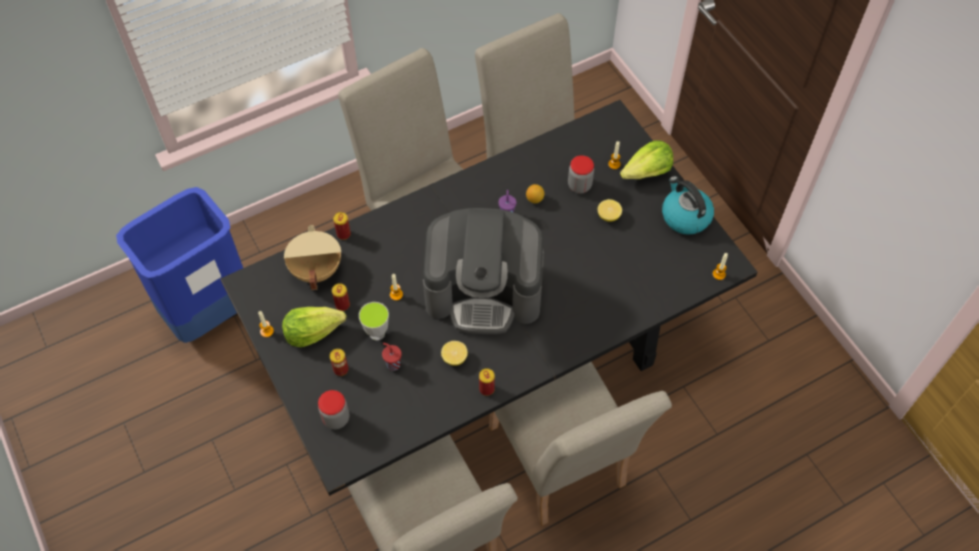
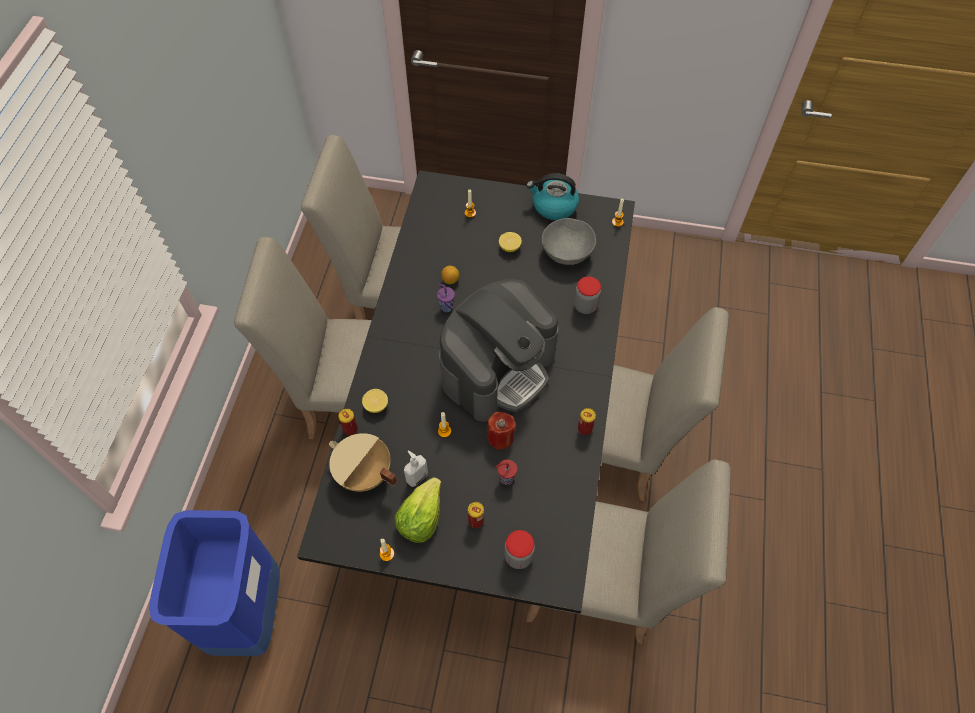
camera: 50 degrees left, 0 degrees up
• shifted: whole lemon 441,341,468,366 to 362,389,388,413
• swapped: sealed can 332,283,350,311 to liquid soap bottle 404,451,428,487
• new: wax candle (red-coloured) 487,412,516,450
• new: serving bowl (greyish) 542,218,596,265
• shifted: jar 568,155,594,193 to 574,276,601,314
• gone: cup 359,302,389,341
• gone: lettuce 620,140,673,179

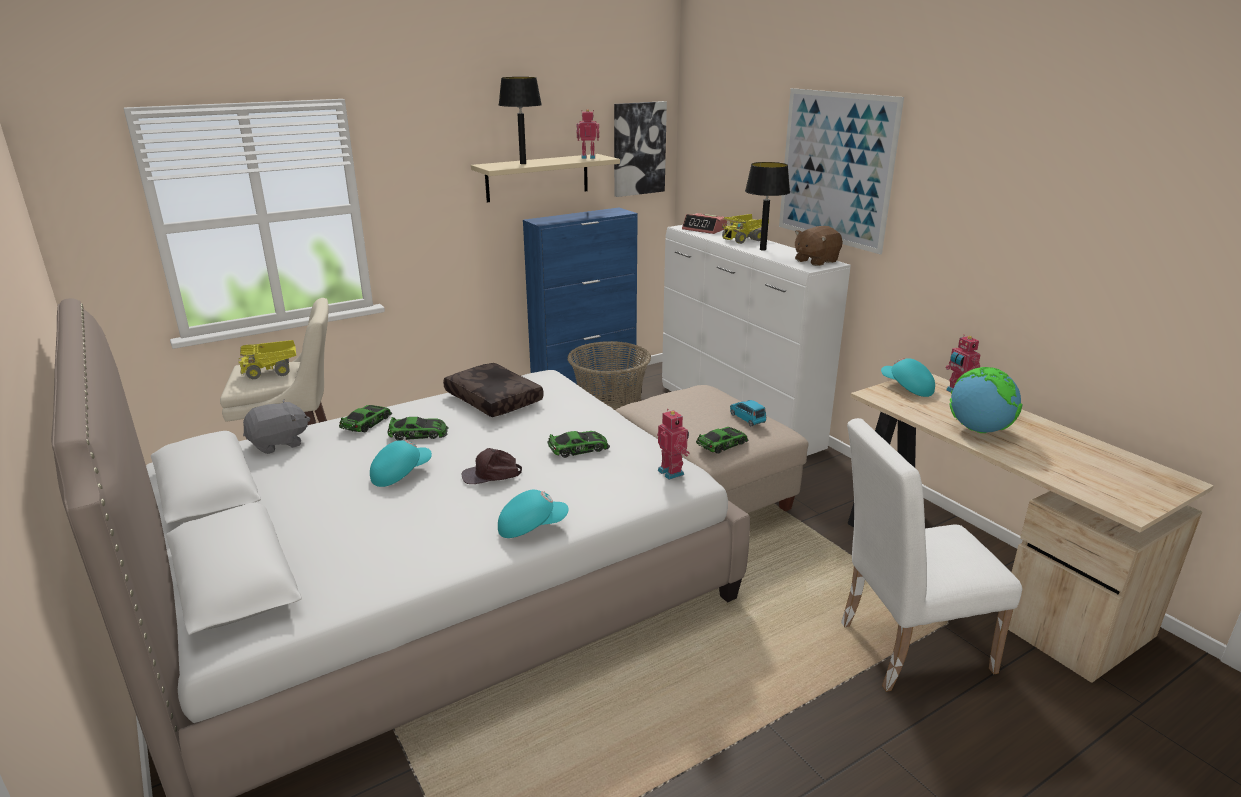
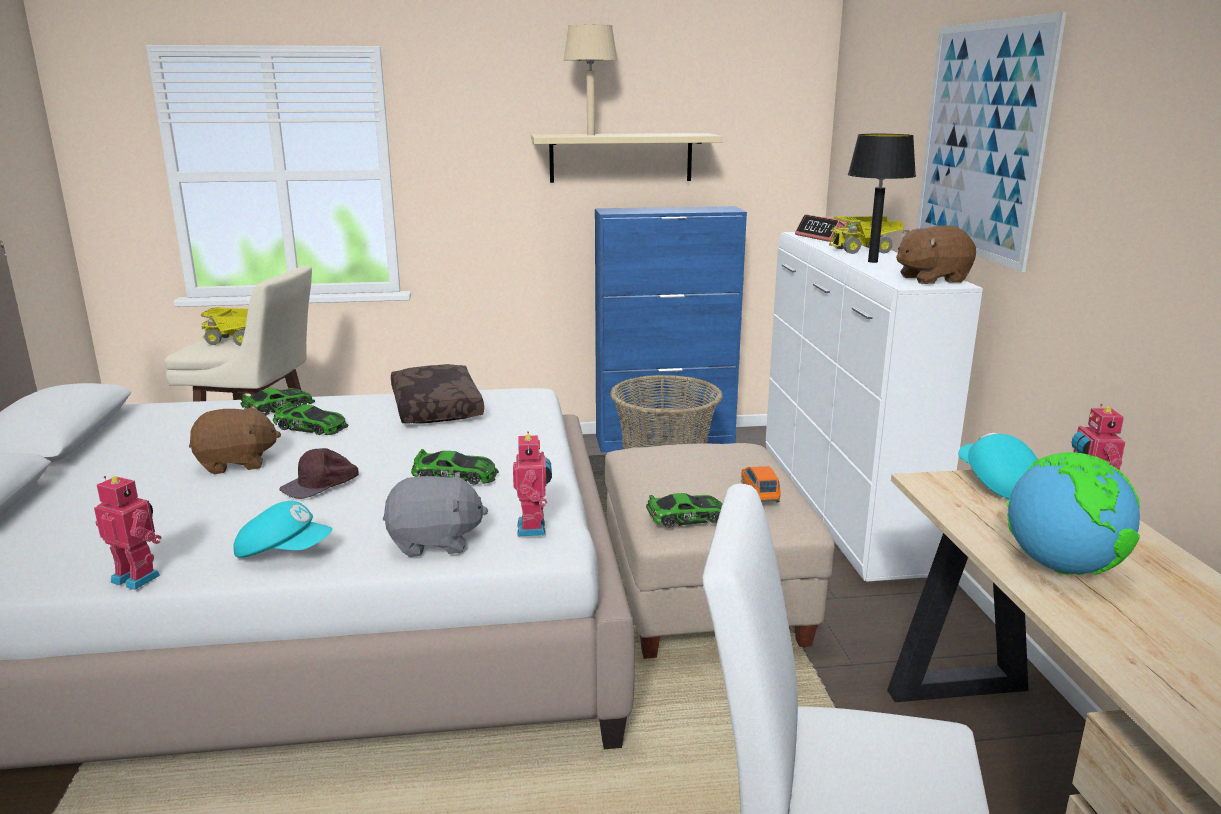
camera: 25 degrees right, 5 degrees down
• shifted: robot figure 576,109,599,159 to 94,476,162,590
• swapped: baseball cap (turquoise-coloured) 370,440,432,487 to plush toy (brown) 189,406,281,474
• rotated: baseball cap (brown) 461,448,522,484 = 279,448,359,499 60 degrees counterclockwise
• shifted: plush toy (greyish) 243,399,310,454 to 383,472,488,557
• repainted: table lamp (blackish) 499,77,542,164 to table lamp (sand-coloured) 563,24,618,135
• repainted: toy car (blue) 730,400,766,426 to toy car (orange-coloured) 741,466,781,502
• gone: picture 614,101,667,197

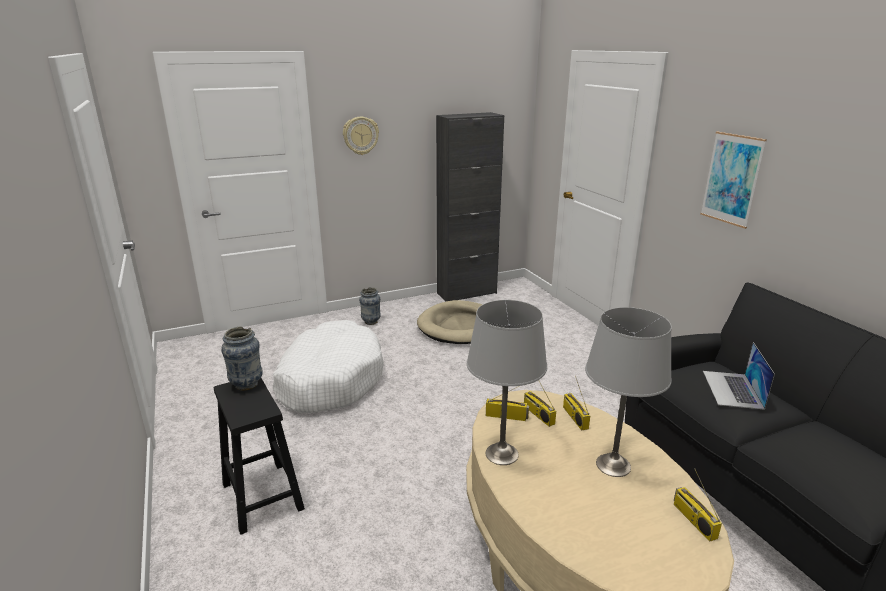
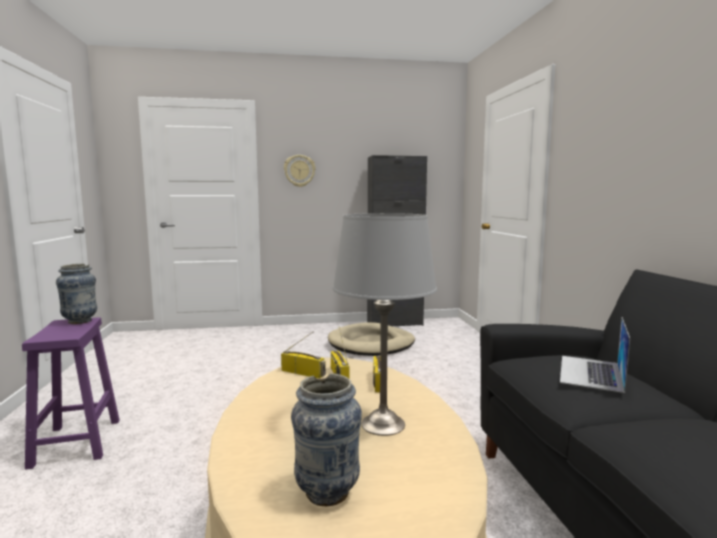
camera: 15 degrees right, 15 degrees down
• repainted: stool seat (blackish) 214,378,305,535 to stool seat (purple) 22,317,120,470
• shifted: flower vase 359,287,381,325 to 291,374,362,506
• gone: dog cushion (whitish) 272,320,384,413
• gone: table lamp (greyish) 467,300,547,465
• gone: radio 674,468,722,542
• gone: picture 700,131,767,229

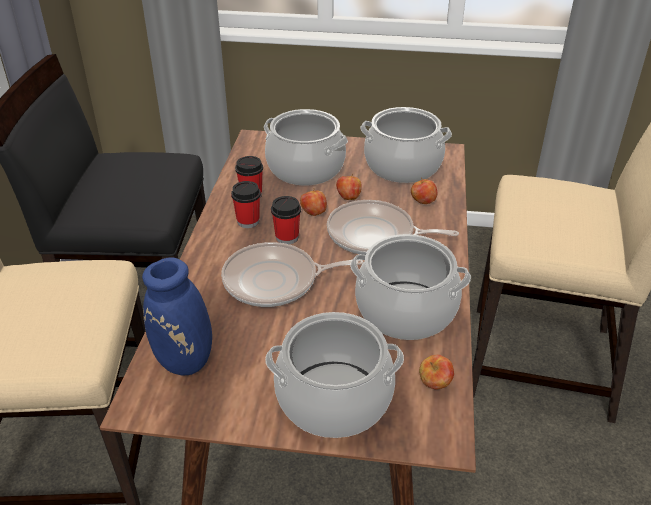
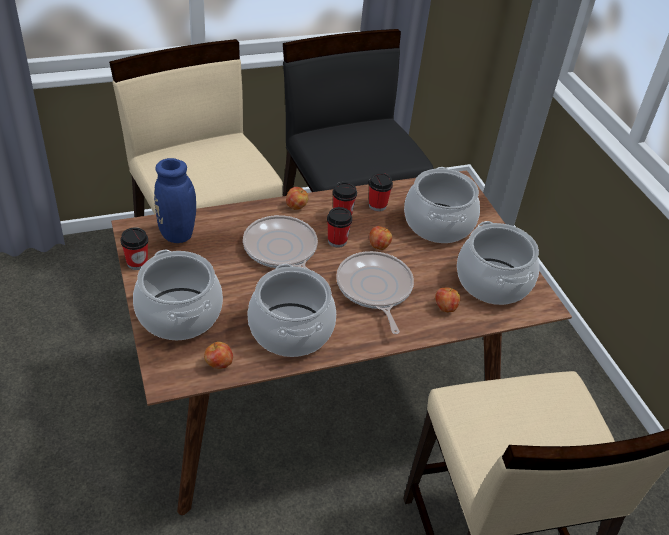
camera: 60 degrees right, 5 degrees up
• new: cup 120,227,148,270
• shifted: whole apple 336,173,362,200 to 286,187,308,210

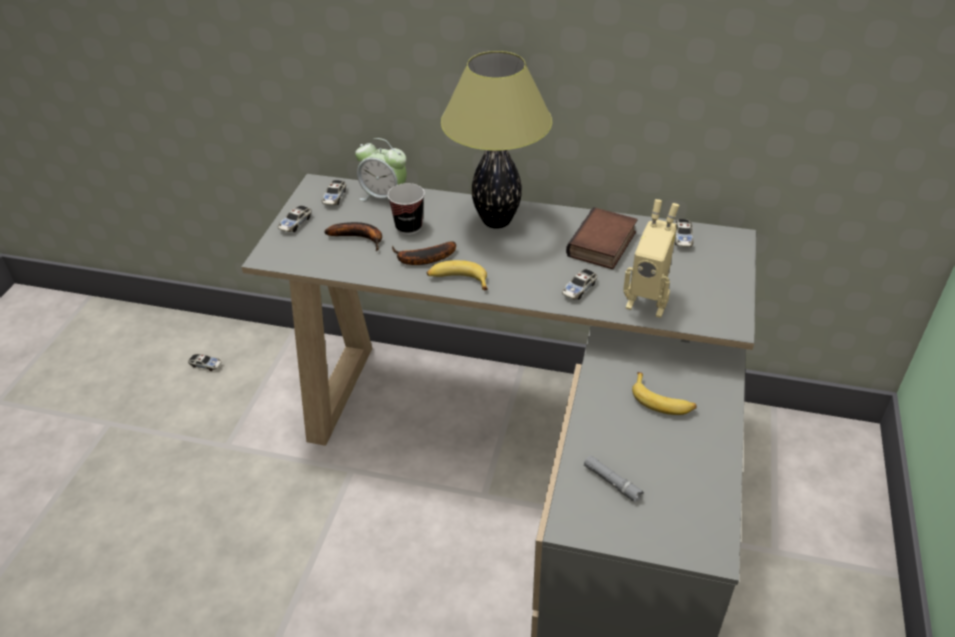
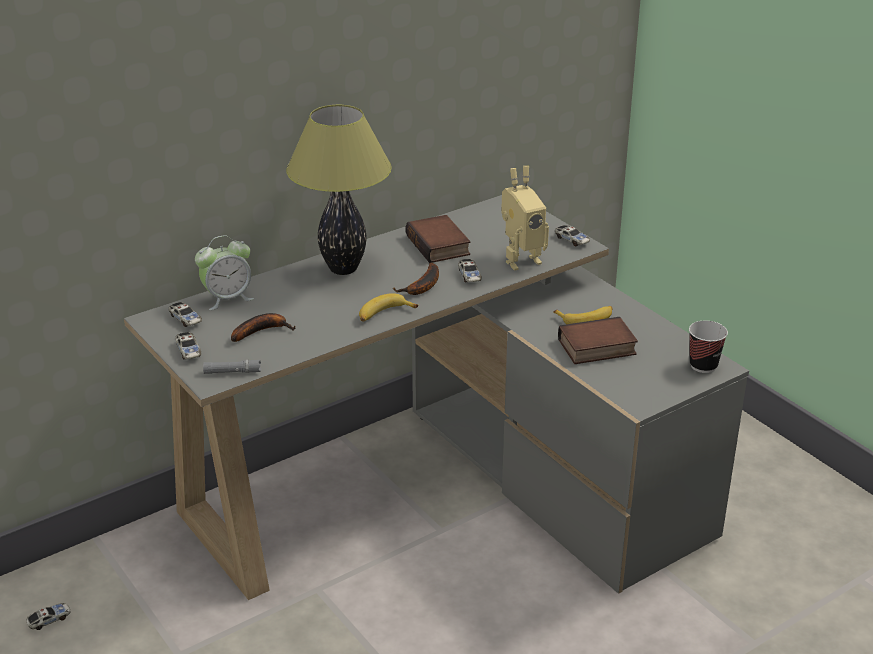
camera: 50 degrees left, 10 degrees down
• shifted: torch (greyish) 584,455,644,503 to 203,360,261,374
• shifted: banana fruit 392,241,456,265 to 393,263,439,295
• shifted: toy car 674,219,694,247 to 555,225,590,246
• new: bound book 558,317,638,364
• shifted: cup 387,183,425,235 to 689,321,728,373

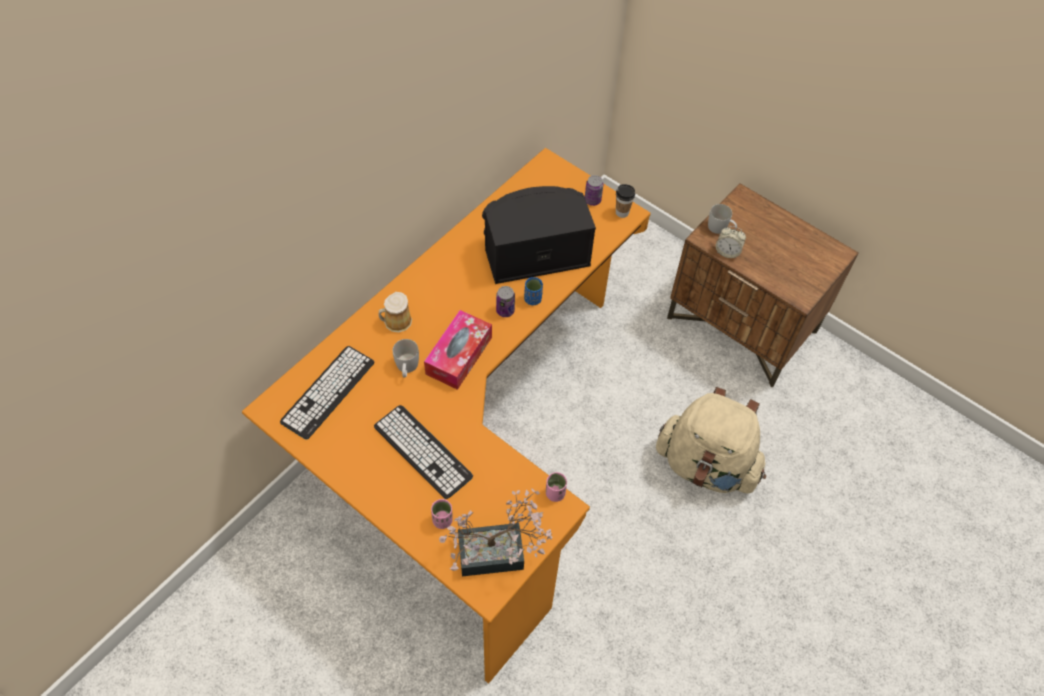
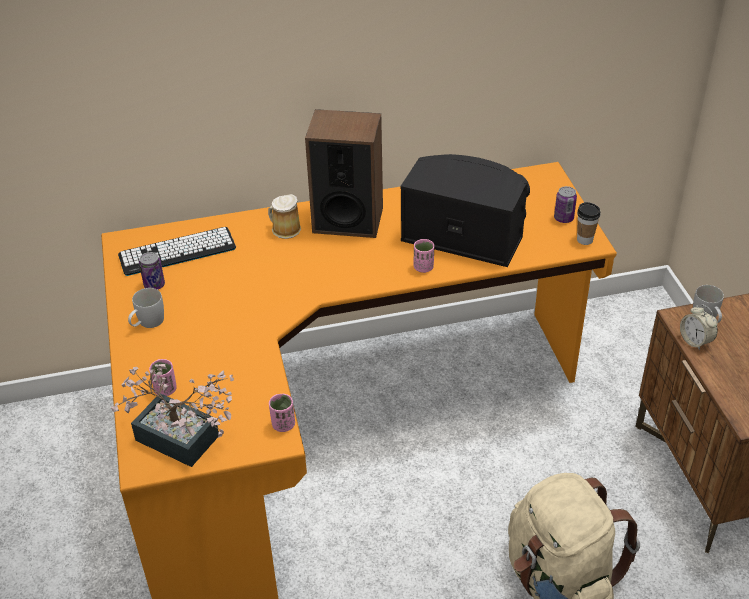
camera: 40 degrees right, 15 degrees down
• shifted: coffee mug (whitish) 393,339,419,377 to 128,288,164,328
• shifted: sealed can 496,286,515,317 to 139,252,165,290
• new: speaker 305,109,383,238
• repainted: cup (blue) 524,277,543,305 to cup (pink-coloured) 414,239,434,273
• gone: keyboard 374,405,473,499
• gone: box of tissues 424,310,492,390

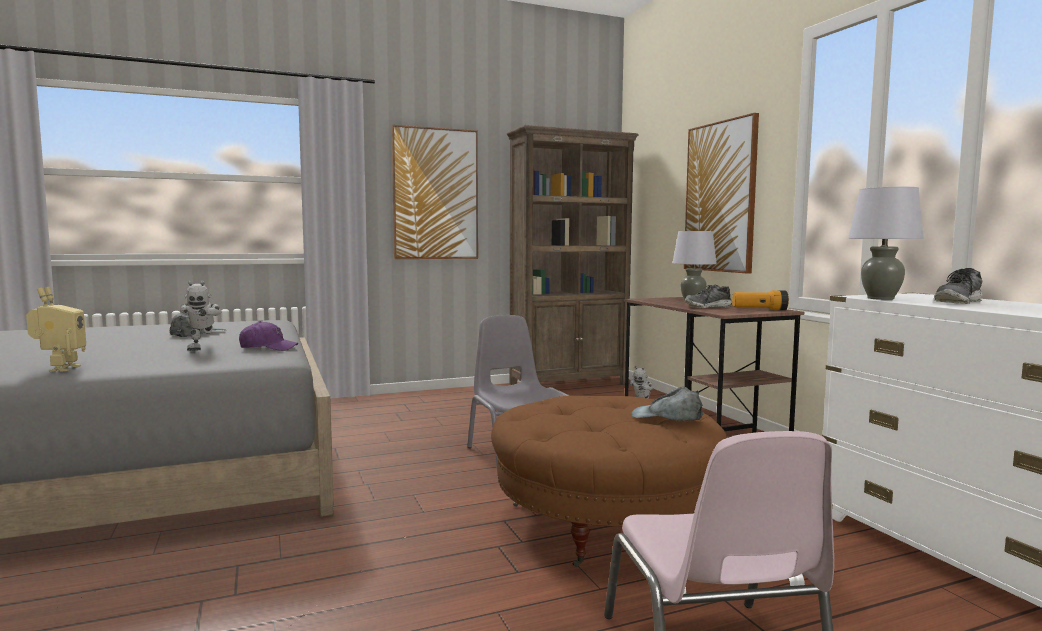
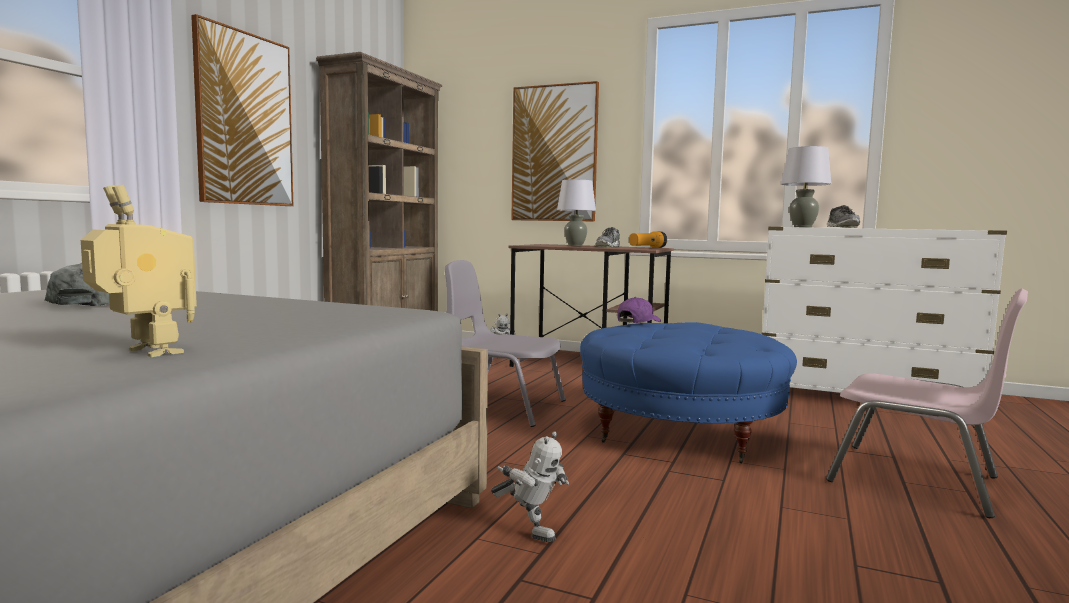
camera: 45 degrees left, 0 degrees up
• shifted: robot figure 180,281,222,351 to 491,432,569,542
• repainted: ottoman (brown) 491,396,727,567 to ottoman (blue) 580,322,797,463
• shifted: baseball cap (purple) 239,321,298,351 to 617,297,661,323
• gone: baseball cap (greyish) 631,387,703,421

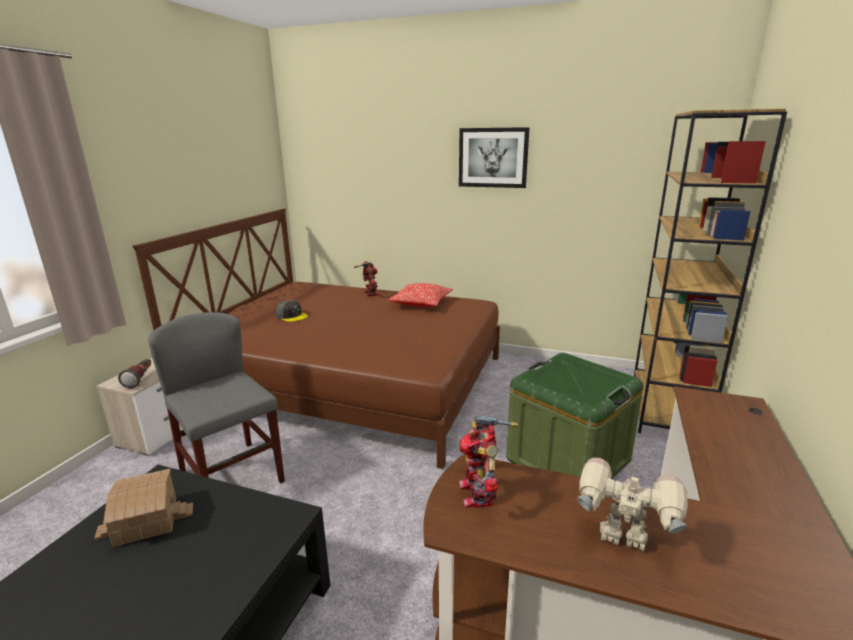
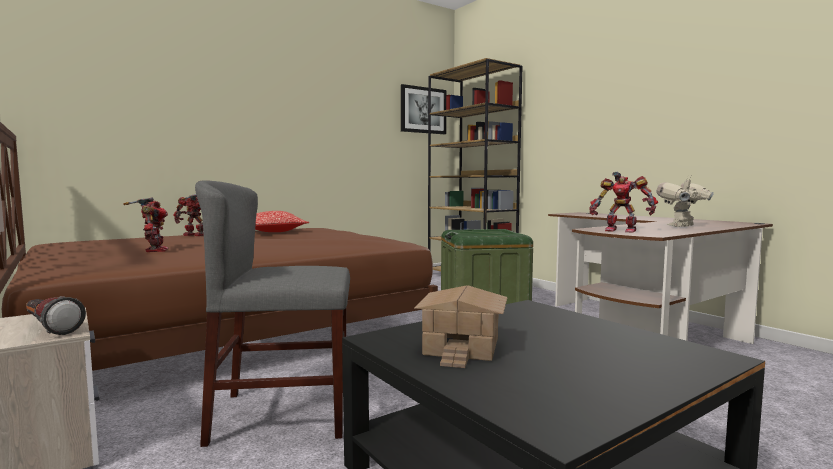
camera: 55 degrees left, 15 degrees down
• swapped: baseball cap (greyish) 276,300,308,322 to robot figure 123,197,169,252
• shifted: picture 459,127,530,188 to 401,84,446,134

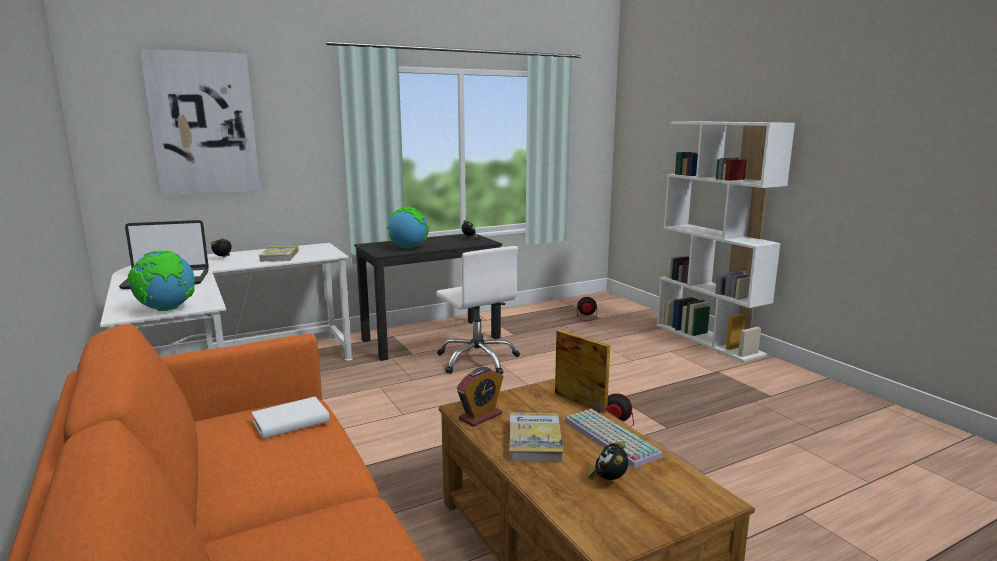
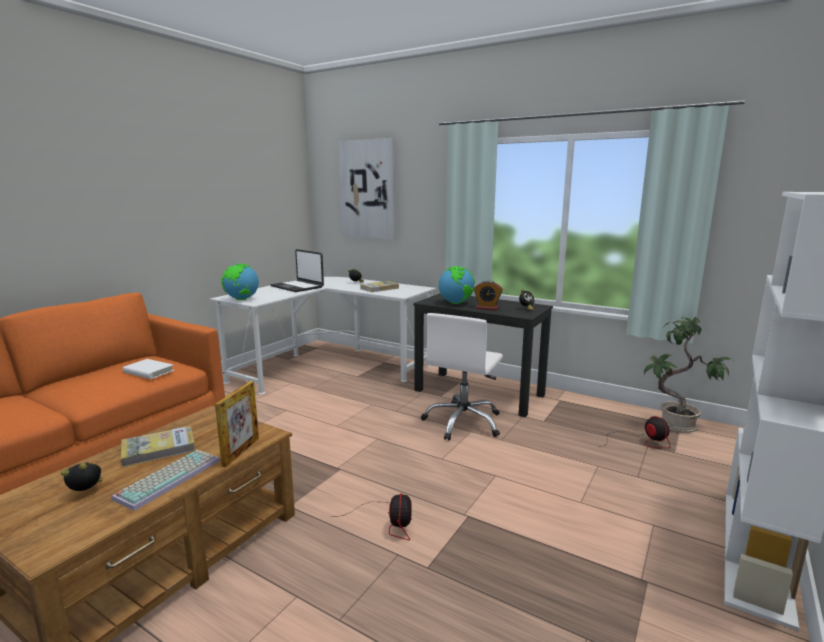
camera: 60 degrees right, 0 degrees up
• shifted: alarm clock 457,367,503,427 to 474,281,503,310
• new: potted plant 644,317,732,433

